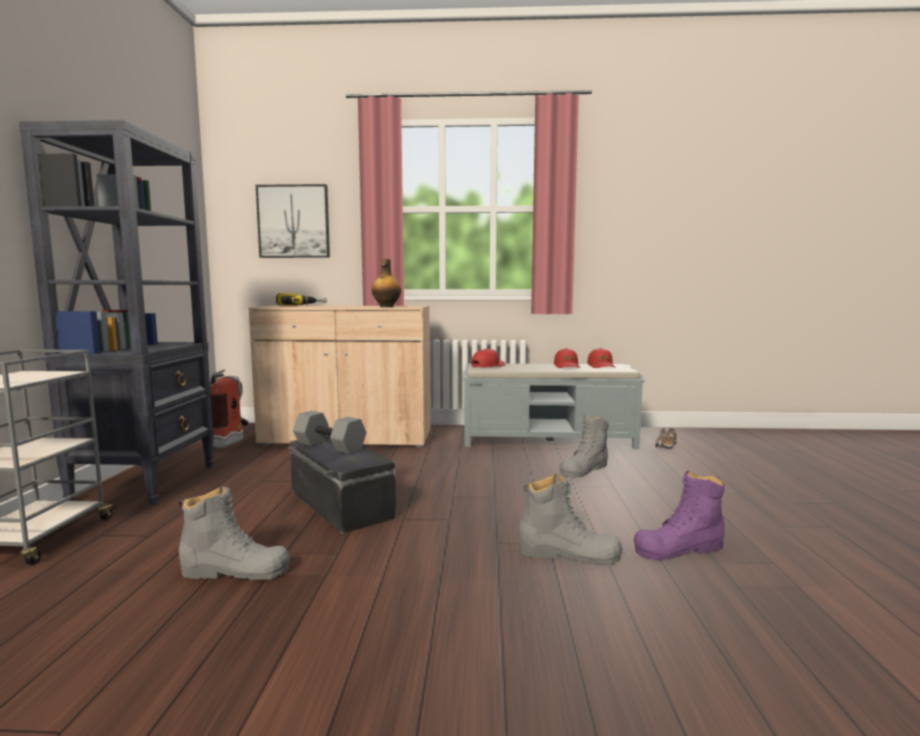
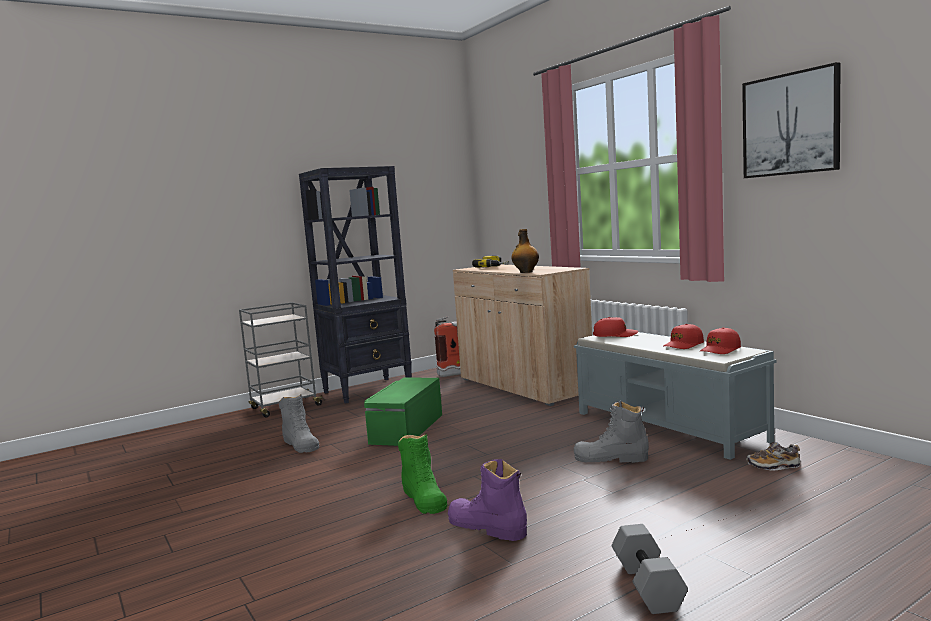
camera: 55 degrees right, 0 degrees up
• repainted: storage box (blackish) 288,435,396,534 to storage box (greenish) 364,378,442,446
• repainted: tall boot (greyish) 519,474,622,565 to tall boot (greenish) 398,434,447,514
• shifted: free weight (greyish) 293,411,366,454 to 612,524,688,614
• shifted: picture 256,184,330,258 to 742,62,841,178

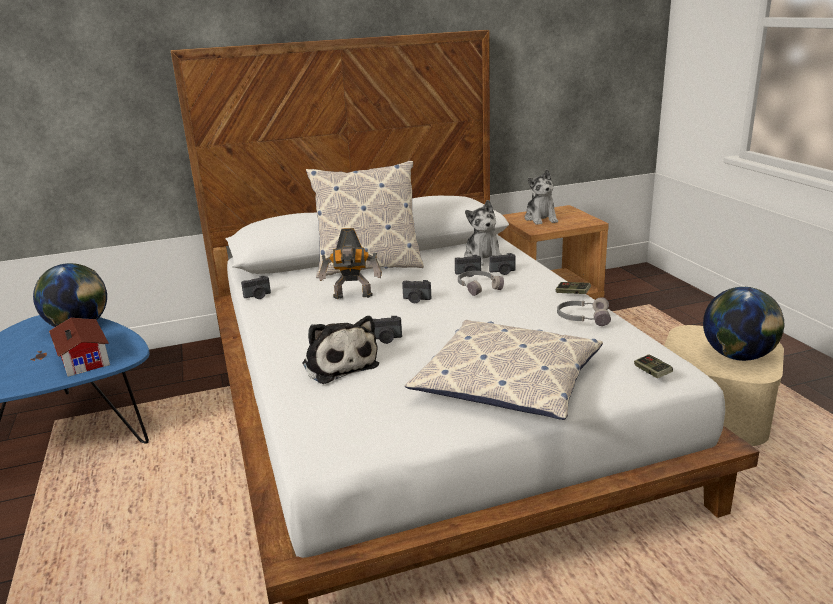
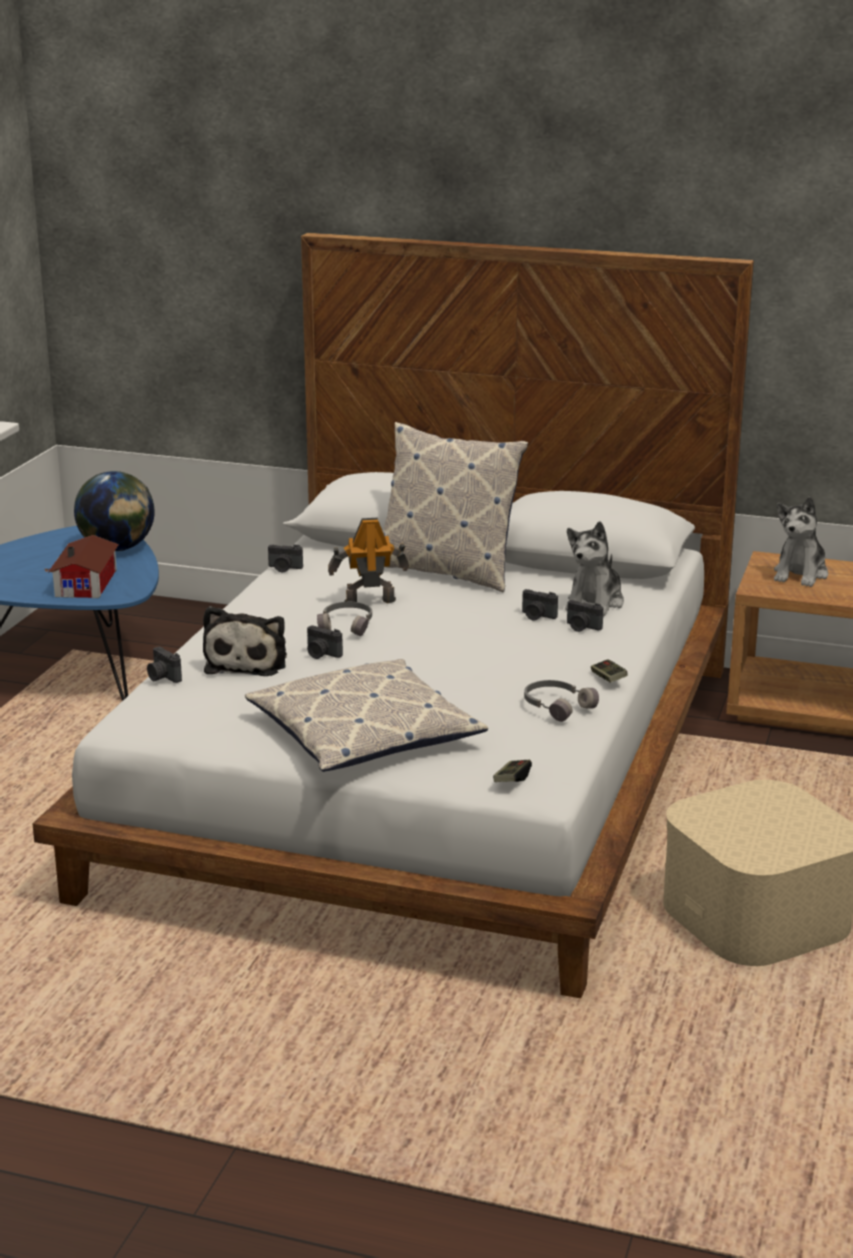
camera: 35 degrees right, 0 degrees up
• shifted: still camera 402,280,431,303 to 147,647,182,683
• shifted: headset (greyish) 458,271,504,296 to 317,602,372,636
• rotated: robot figure 319,228,382,299 = 328,518,409,603 135 degrees clockwise
• gone: world globe 703,287,784,361

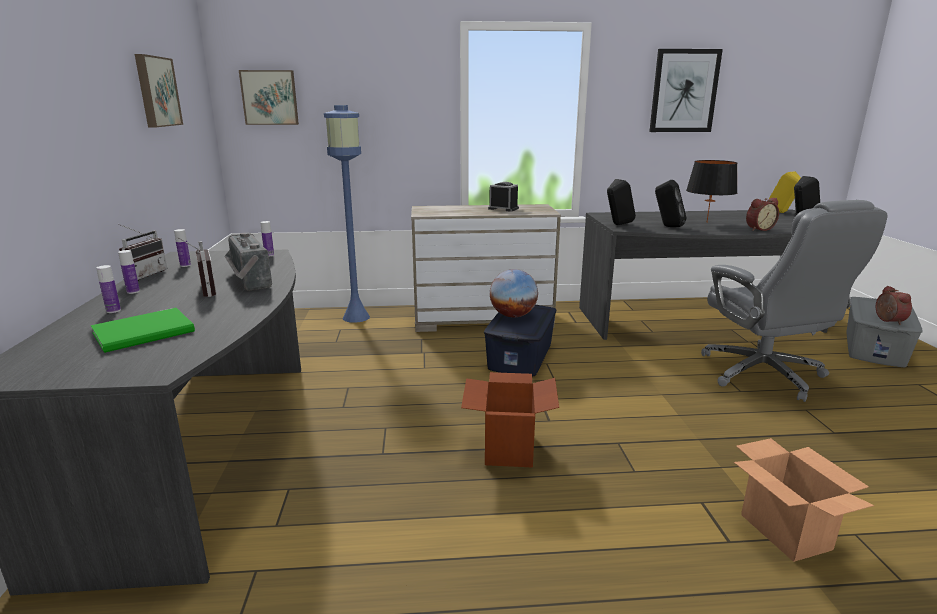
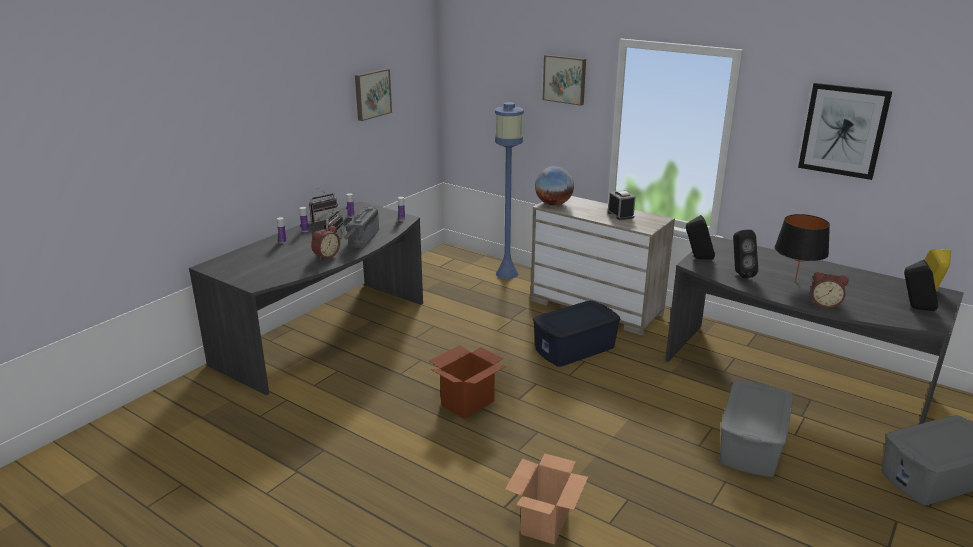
camera: 40 degrees right, 5 degrees up
• shifted: alarm clock 876,286,912,325 to 311,225,340,260
• shifted: world globe 490,269,538,317 to 535,166,574,205
• shifted: picture 239,70,299,125 to 543,55,586,106
• swapped: office chair (greyish) 701,200,887,402 to storage box (greyish) 720,380,793,477
• gone: bound book (greenish) 91,308,195,353

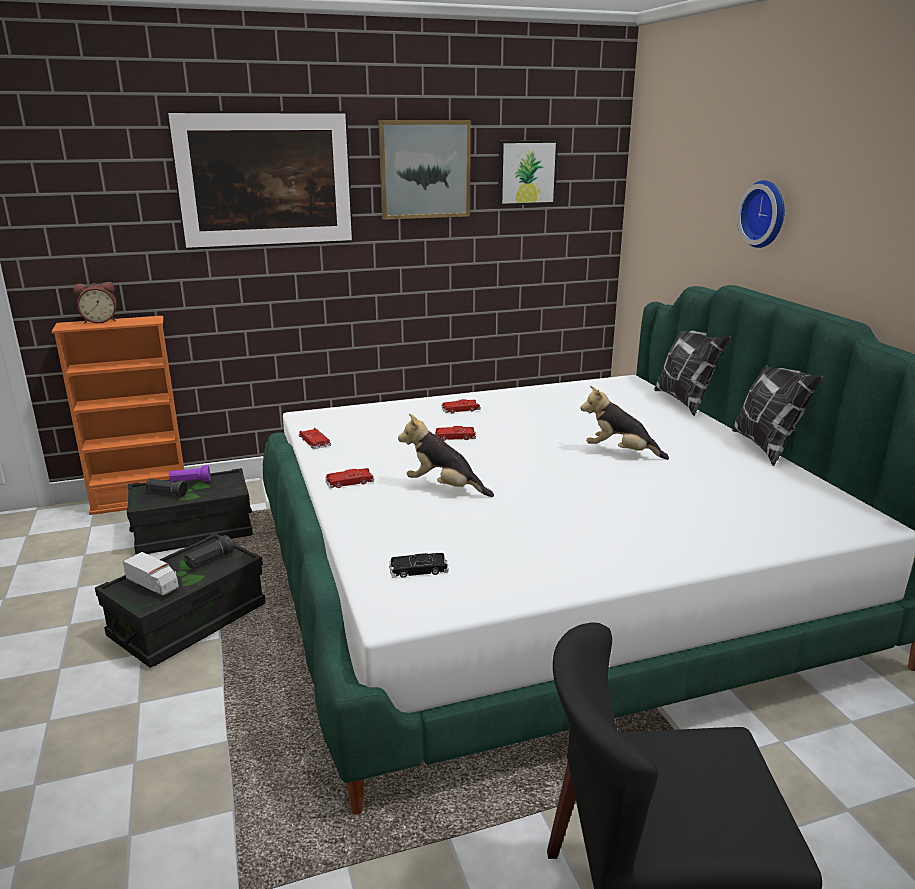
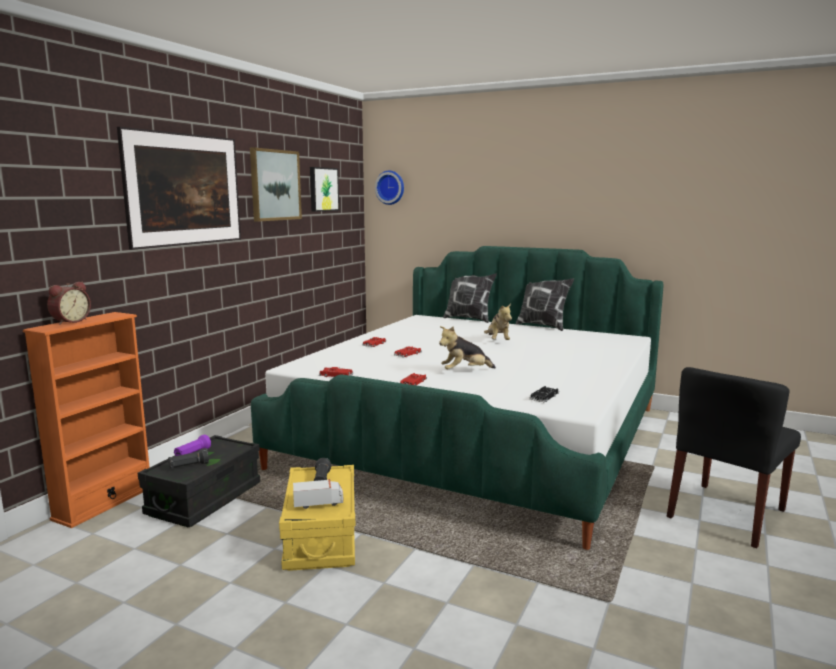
camera: 45 degrees left, 10 degrees down
• repainted: storage box (blackish) 95,533,266,668 to storage box (yellow) 279,465,356,571
• shifted: wall clock 737,180,785,248 to 375,171,404,205
• rotated: plush toy 581,385,669,460 = 484,303,512,340 75 degrees counterclockwise

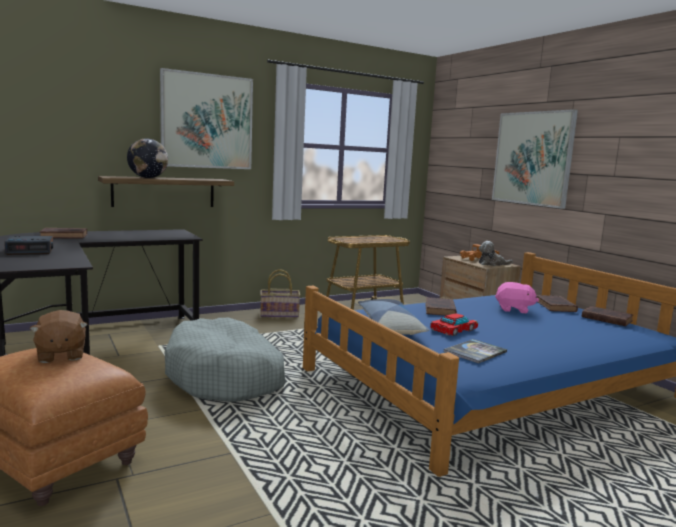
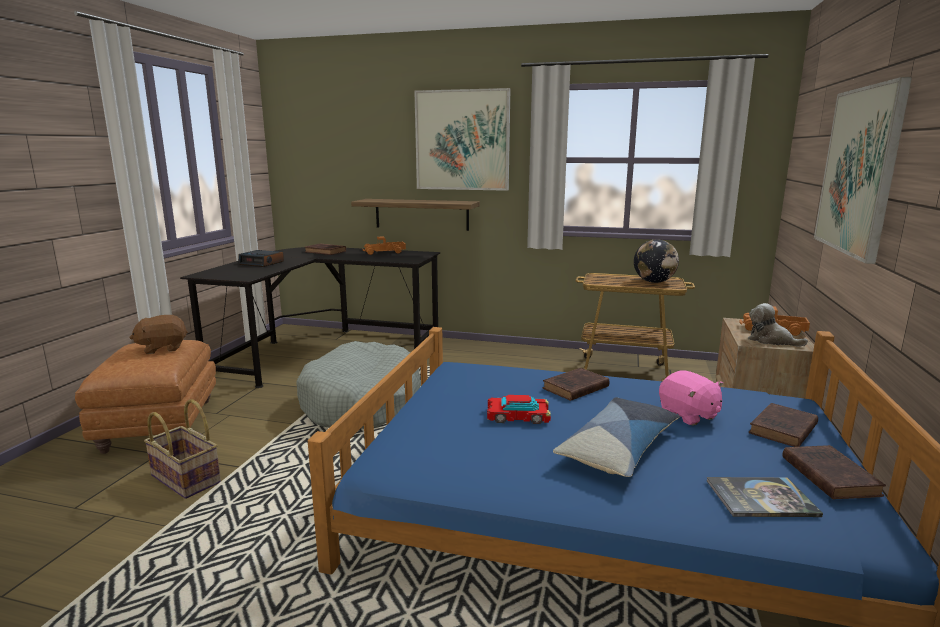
camera: 45 degrees right, 5 degrees up
• rotated: plush toy (brown) 30,310,88,363 = 129,315,188,354 45 degrees clockwise
• shifted: household basket 260,269,300,317 to 144,399,221,499
• new: model truck 363,236,406,255
• shifted: pillow 358,299,429,335 to 553,397,680,477
• shifted: world globe 127,138,168,178 to 634,239,679,283
• shifted: bound book 444,339,507,364 to 707,477,823,517

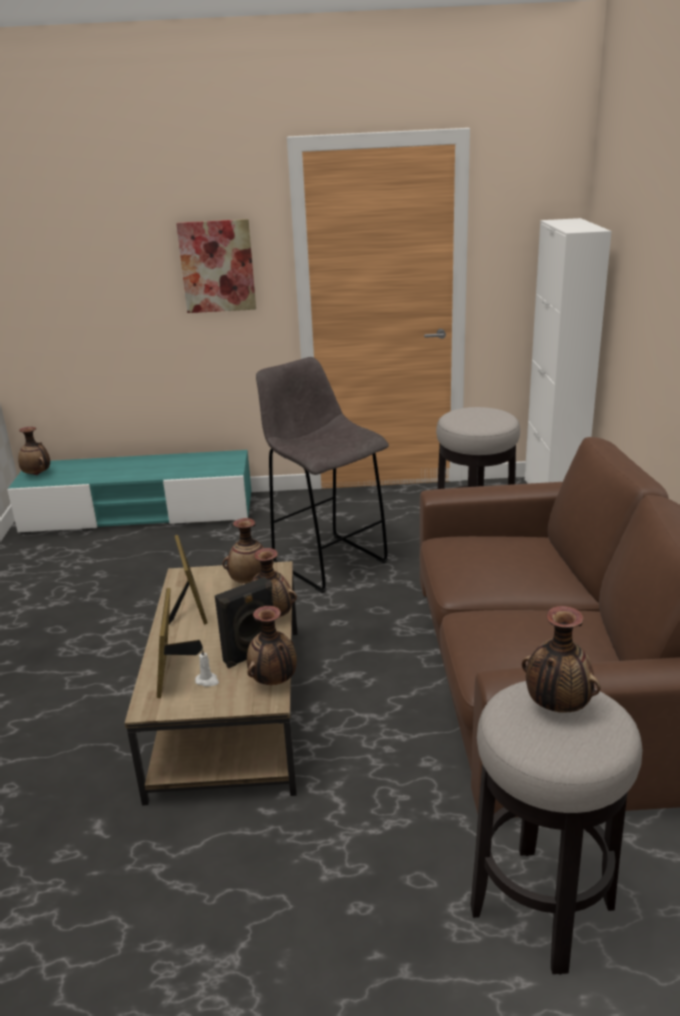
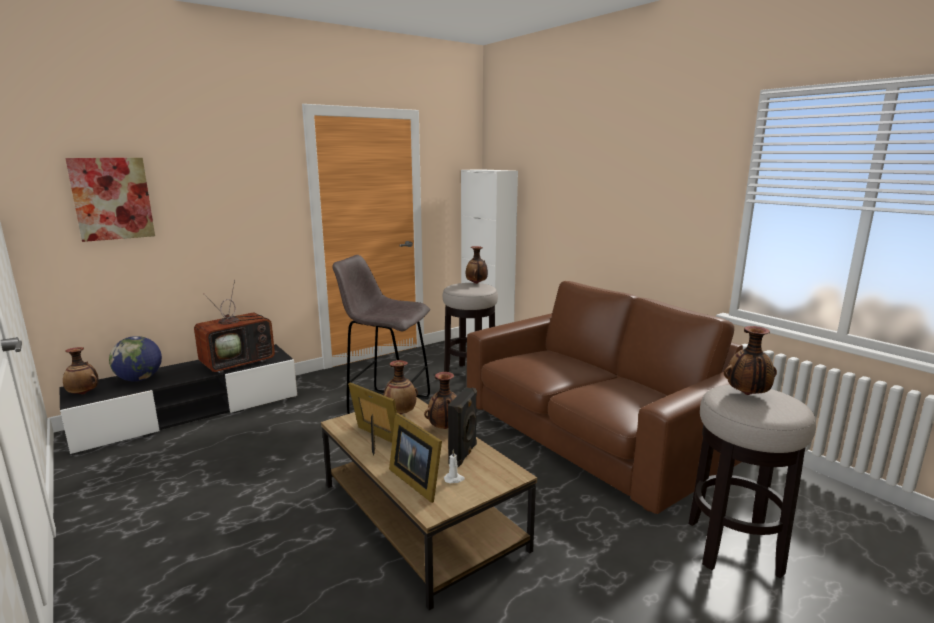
camera: 35 degrees left, 10 degrees down
• repainted: media console (turquoise-coloured) 8,450,251,534 to media console (blackish) 59,344,297,455
• shifted: picture 176,219,256,313 to 65,158,155,242
• new: world globe 109,336,162,382
• new: TV set 194,280,278,373
• shifted: flower vase 247,606,297,685 to 466,246,488,284

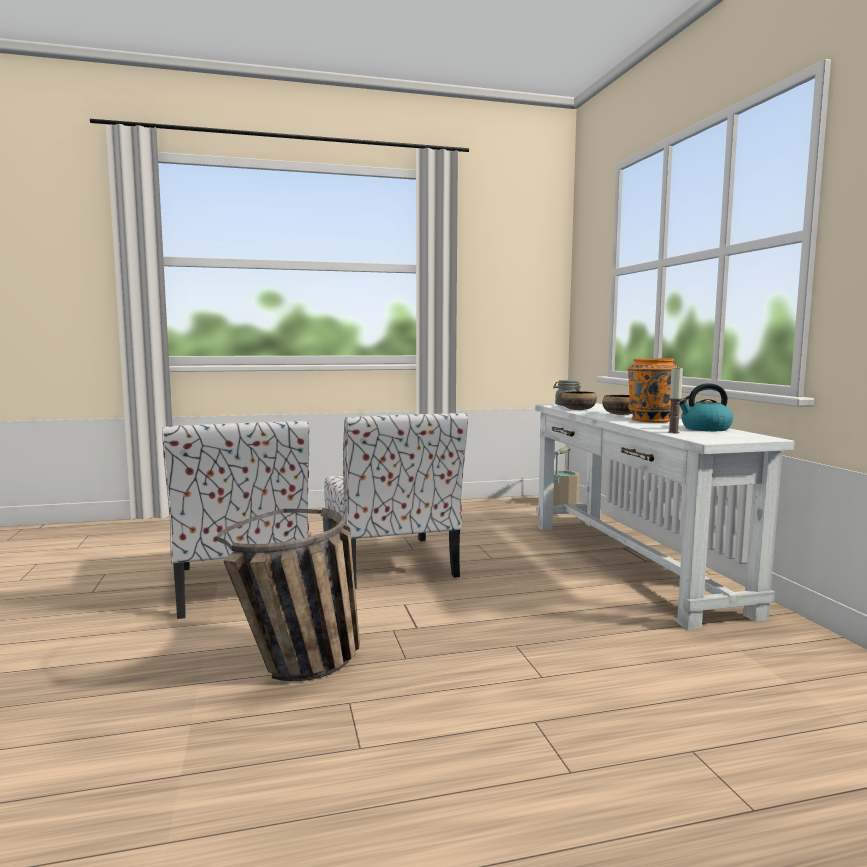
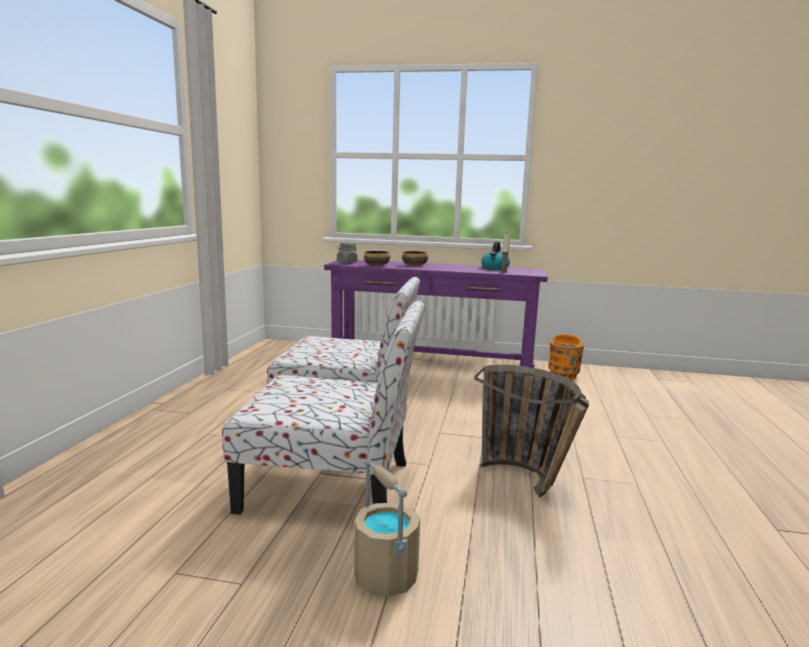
camera: 65 degrees left, 5 degrees up
• repainted: console table (whitish) 535,403,795,630 to console table (purple) 324,260,548,368
• shifted: bucket (sand-coloured) 553,447,580,505 to 354,459,420,597
• shifted: flower vase (orange-coloured) 628,358,679,422 to 549,334,584,380

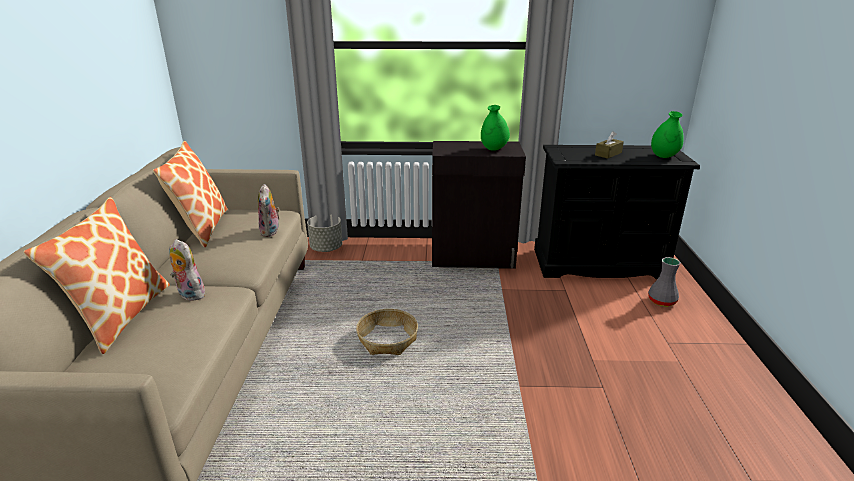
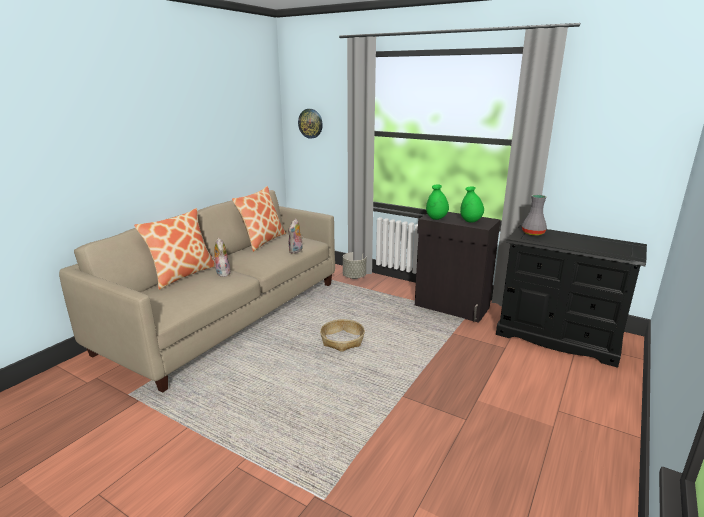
camera: 30 degrees right, 5 degrees down
• new: wall clock 298,109,323,139
• shifted: flower vase (greenish) 651,111,684,158 to 426,184,449,220
• shifted: flower vase (greyish) 648,257,681,307 to 522,195,547,236
• gone: box of tissues (brown) 595,131,624,159

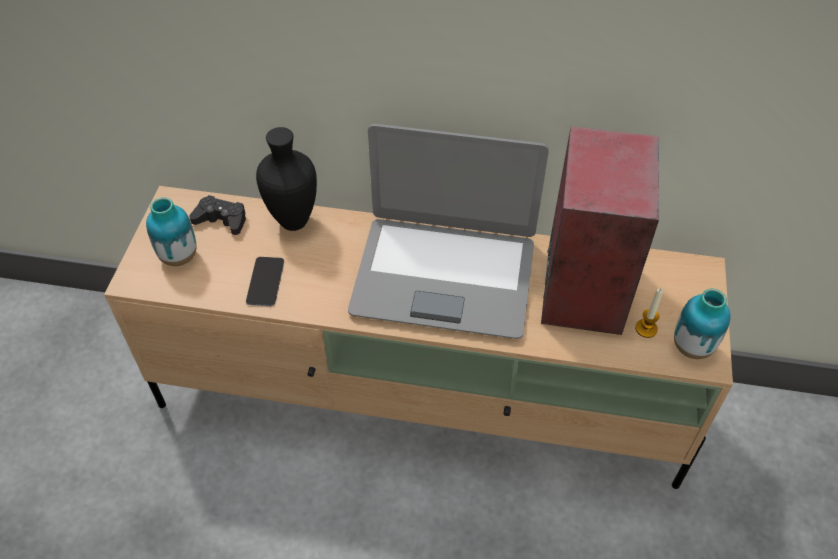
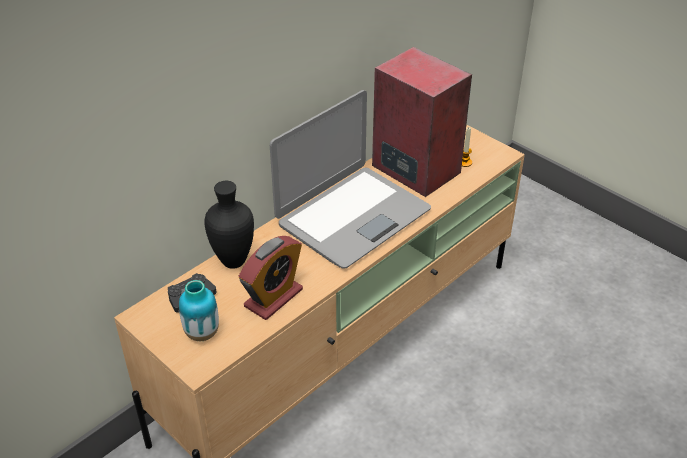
camera: 55 degrees left, 10 degrees down
• swapped: phone 246,257,284,306 to alarm clock 239,236,303,320
• gone: flower vase 674,289,731,359

